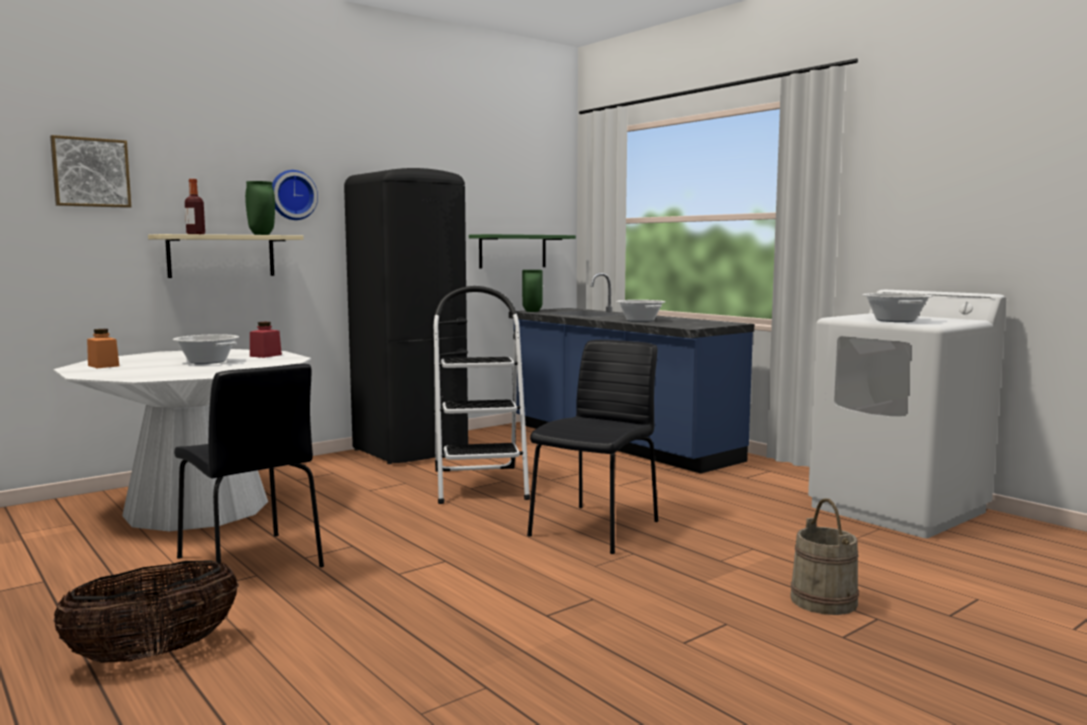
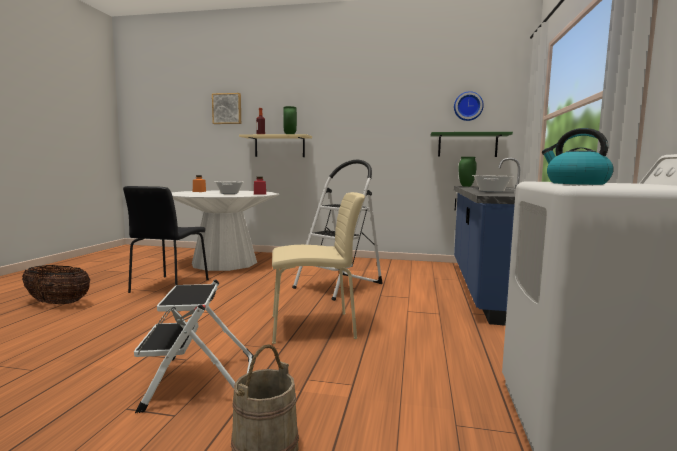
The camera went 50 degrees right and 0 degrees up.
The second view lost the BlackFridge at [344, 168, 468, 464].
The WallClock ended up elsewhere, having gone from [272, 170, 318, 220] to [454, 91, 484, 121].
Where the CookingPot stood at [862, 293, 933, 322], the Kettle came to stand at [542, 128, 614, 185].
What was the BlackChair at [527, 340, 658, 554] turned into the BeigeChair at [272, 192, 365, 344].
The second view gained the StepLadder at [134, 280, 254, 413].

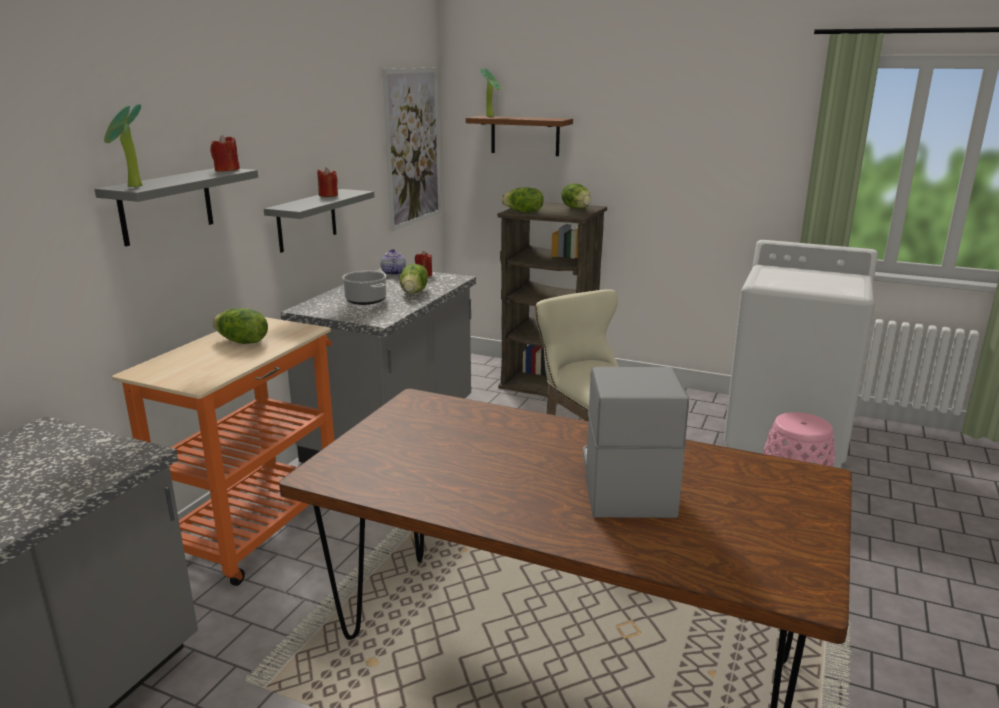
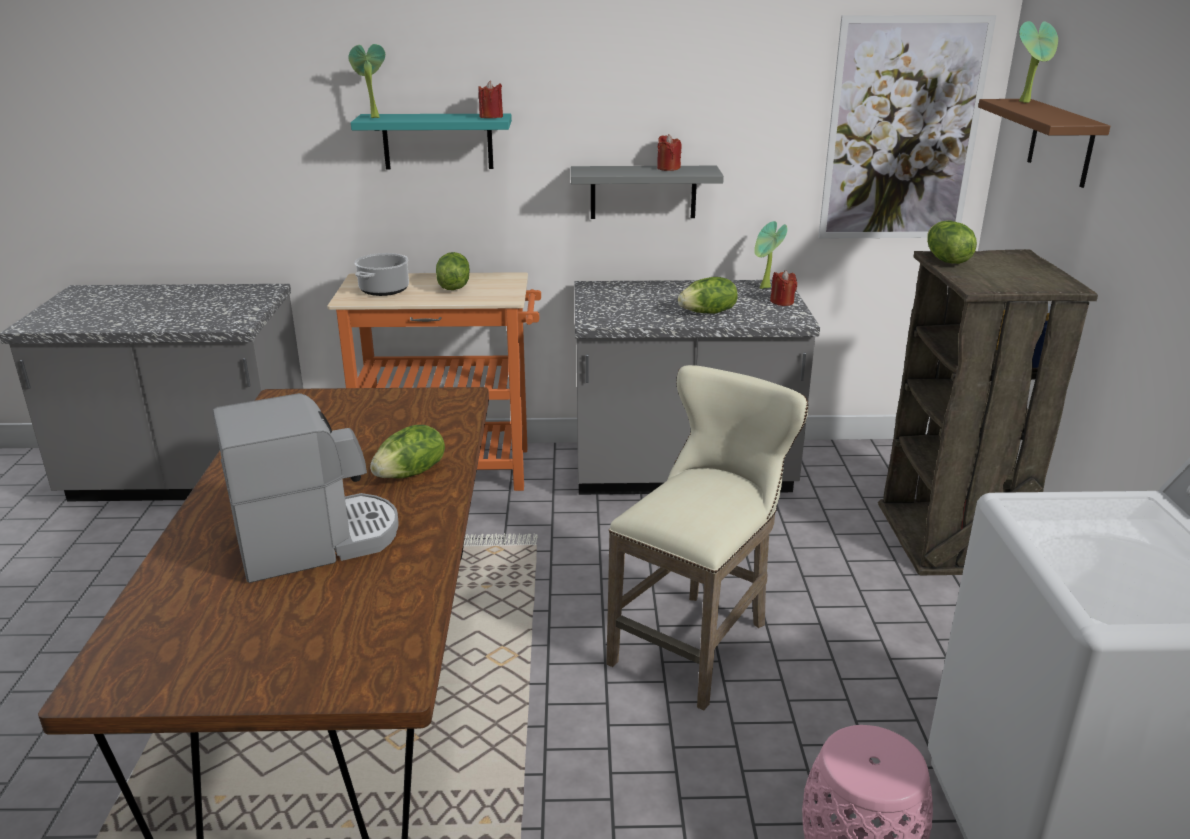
The camera went 65 degrees right and 5 degrees up.
What was the GreyShelf at [94, 168, 258, 246] turned into the TurquoiseShelf at [351, 114, 512, 169].
The Lettuce ended up elsewhere, having gone from [562, 183, 591, 209] to [370, 425, 445, 478].
Where the Teapot stood at [381, 249, 406, 275], the PottedPlant came to stand at [754, 221, 787, 289].
The CookingPot ended up elsewhere, having gone from [342, 271, 386, 305] to [354, 253, 409, 296].

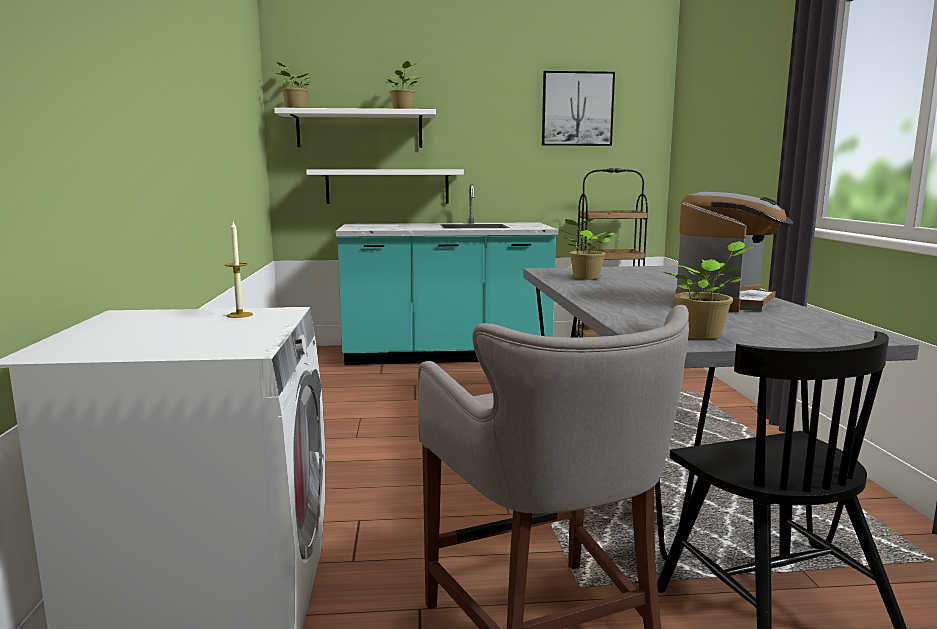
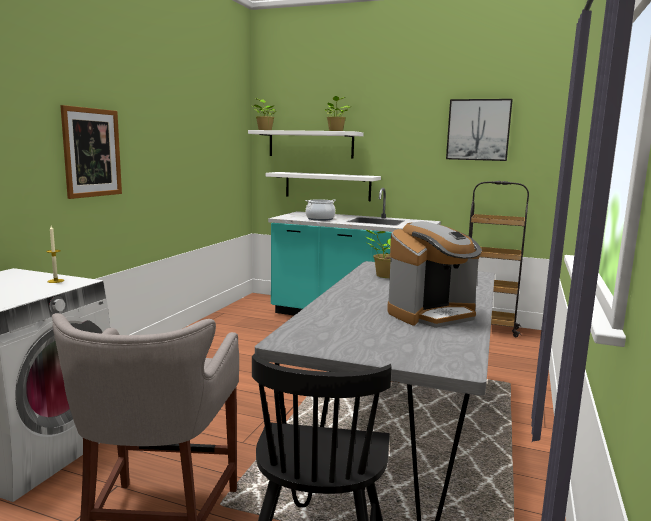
The camera went 25 degrees right and 0 degrees up.
The second view lost the PottedPlant at [663, 241, 756, 339].
The second view gained the Picture at [60, 105, 122, 199].
The second view gained the CookingPot at [305, 199, 336, 221].

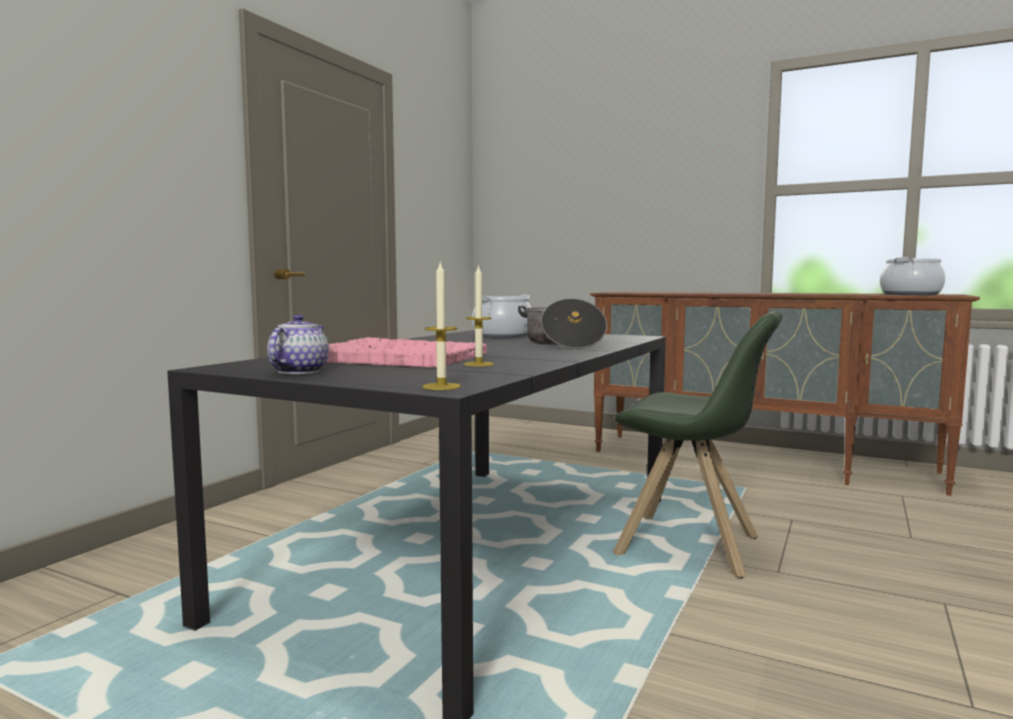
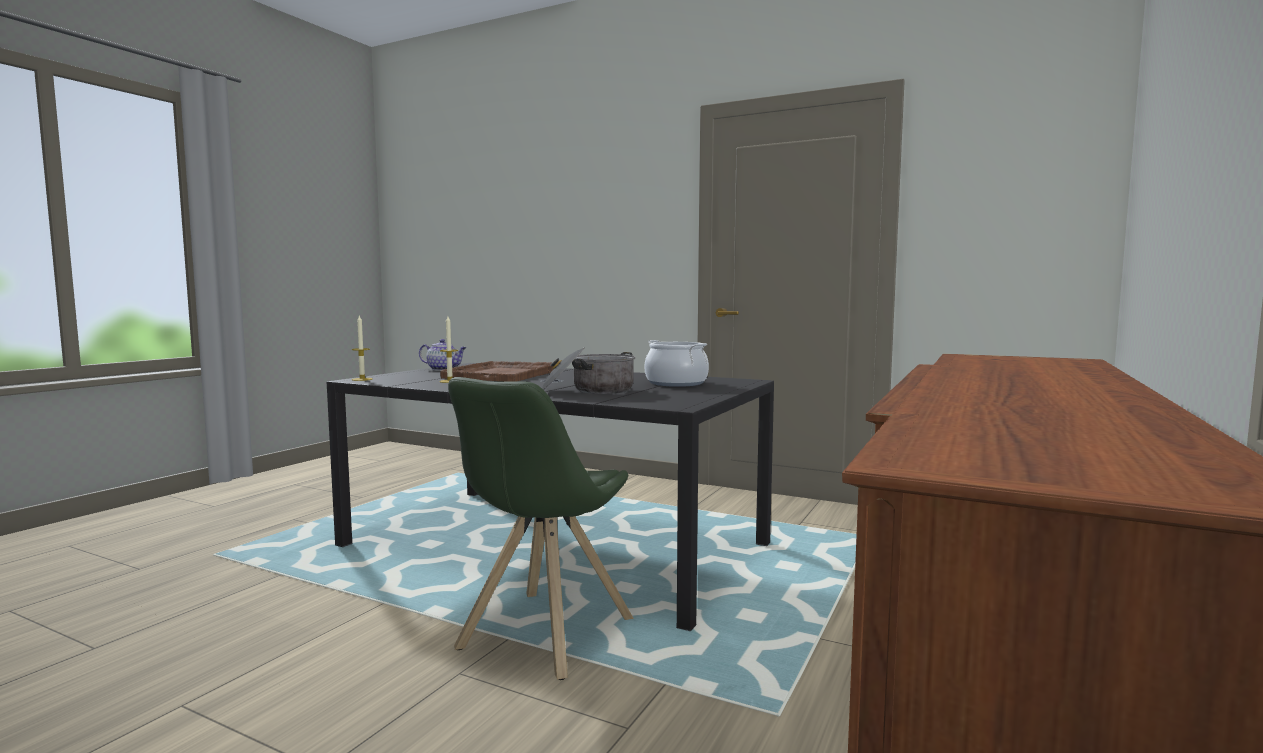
The camera went 90 degrees right and 0 degrees up.
The second view lost the CookingPot at [880, 257, 945, 295].
What was the PinkTray at [326, 337, 487, 367] turned into the BrownTray at [440, 361, 553, 381].

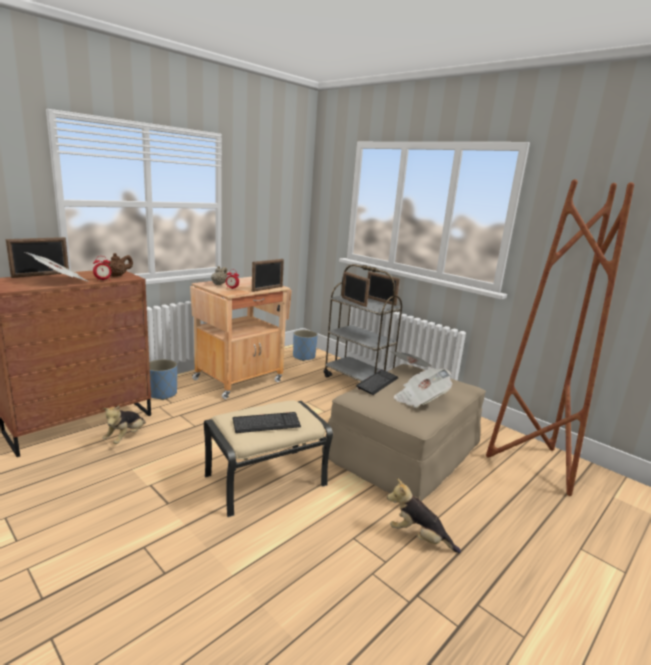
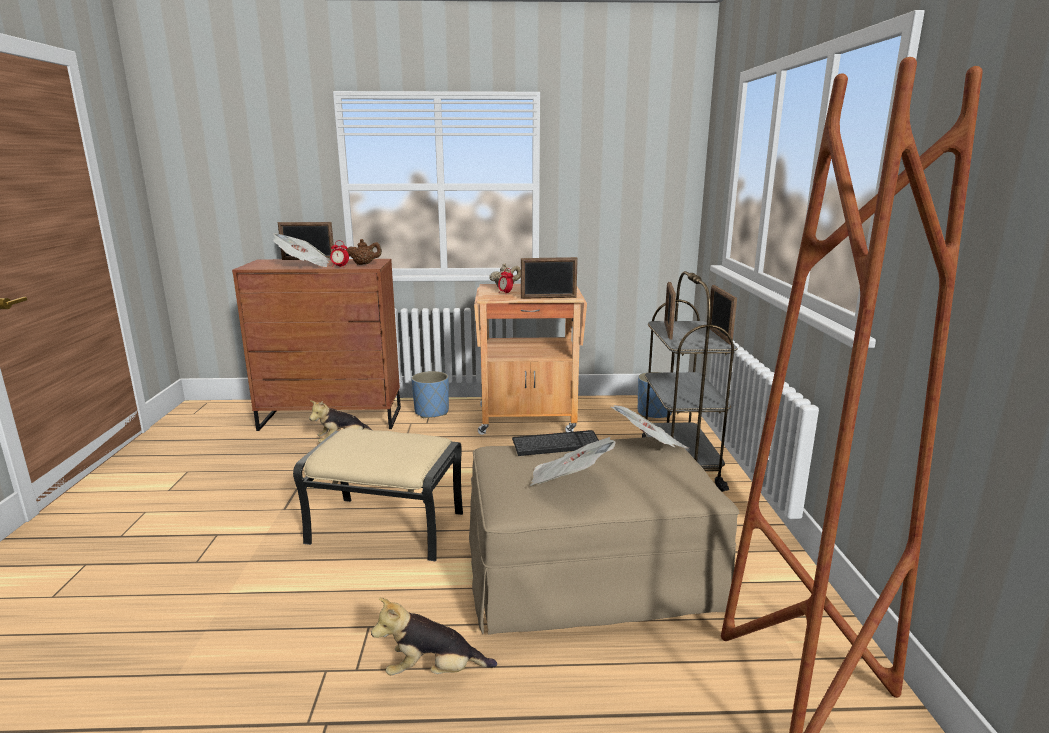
The camera went 45 degrees right and 0 degrees up.
The second view lost the Keyboard at [233, 412, 301, 433].
The PlushToy at [387, 478, 461, 553] ended up facing another way, 75 degrees counterclockwise from before.

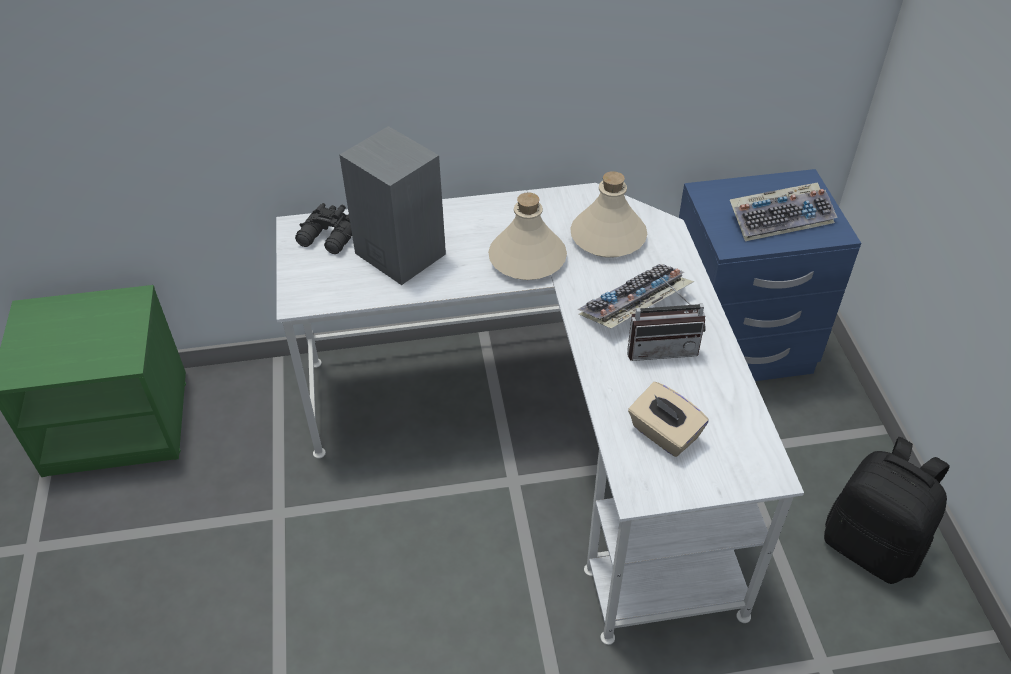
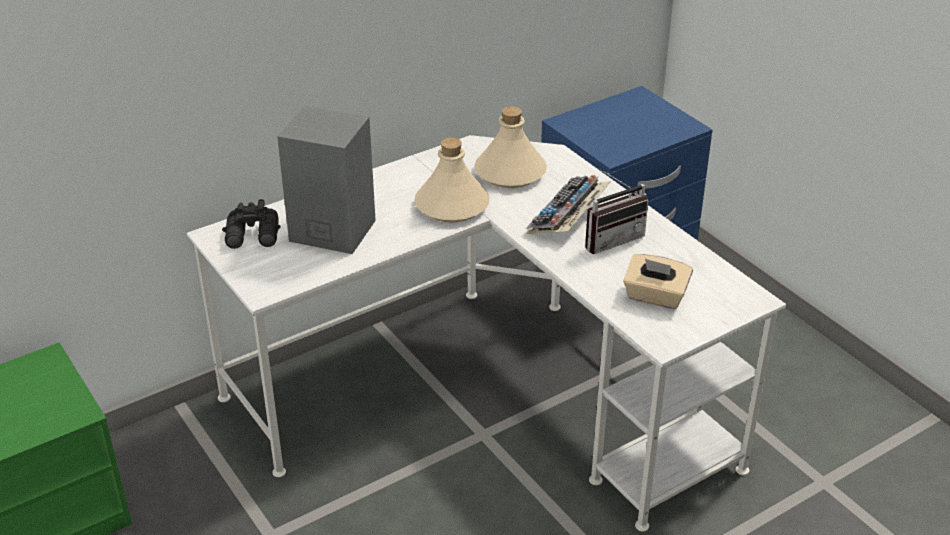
The camera went 25 degrees left and 10 degrees down.
The second view lost the Keyboard at [730, 183, 838, 241].
The second view lost the BlackBackpack at [824, 437, 950, 584].

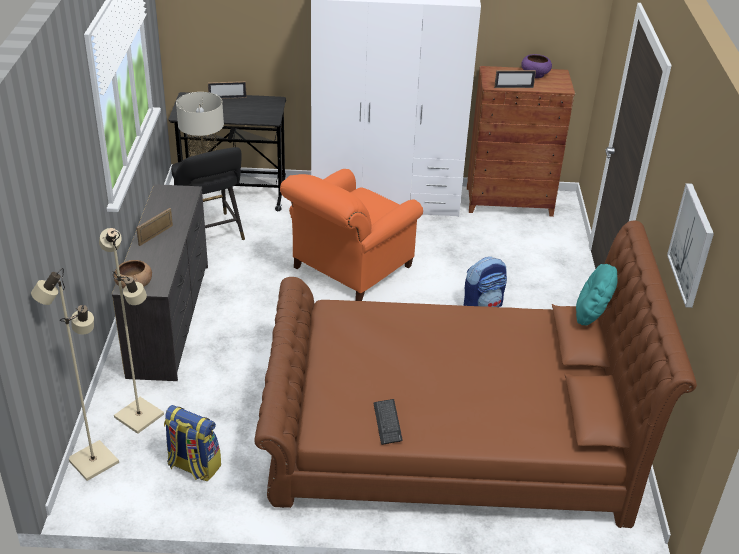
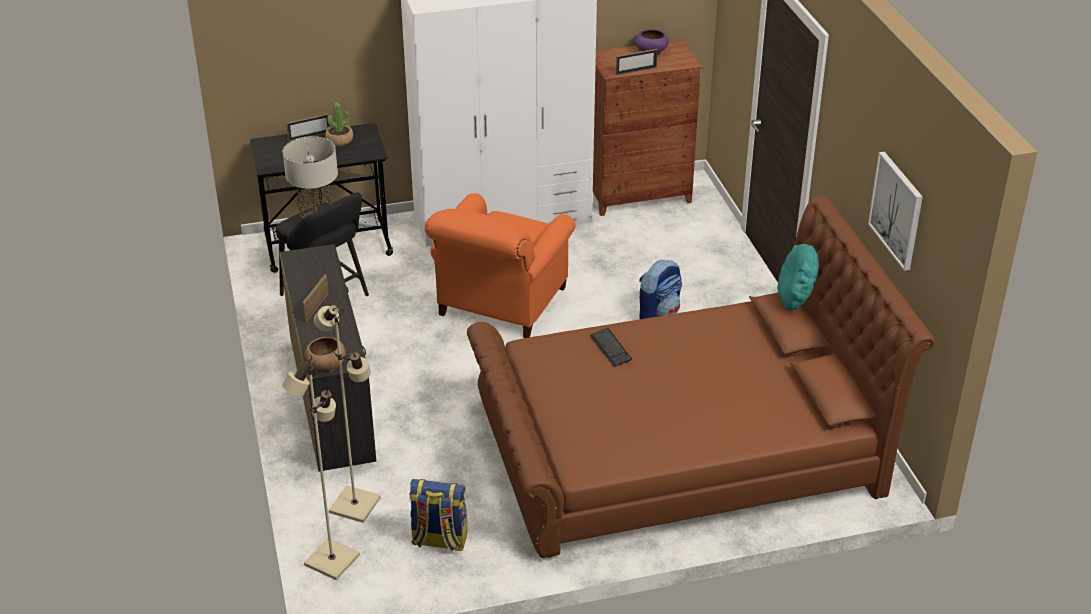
The camera went 15 degrees left and 0 degrees up.
The Keyboard ended up elsewhere, having gone from [374, 399, 403, 445] to [590, 328, 632, 367].
The second view gained the PottedPlant at [325, 102, 353, 146].

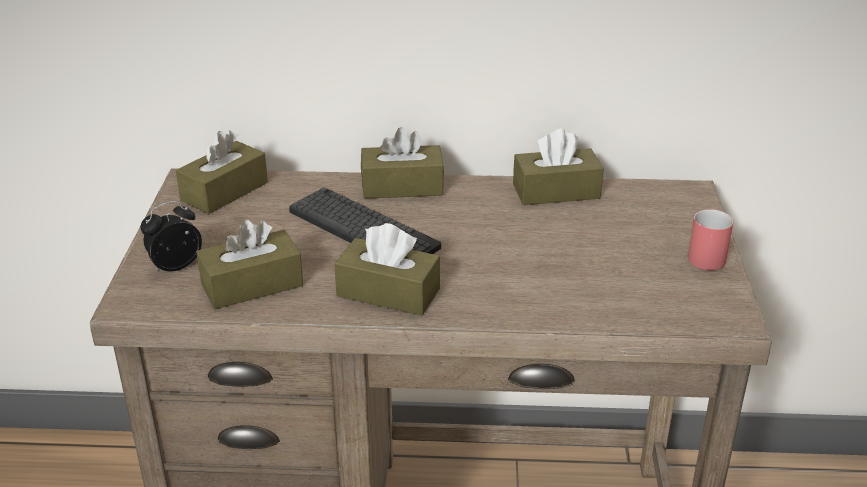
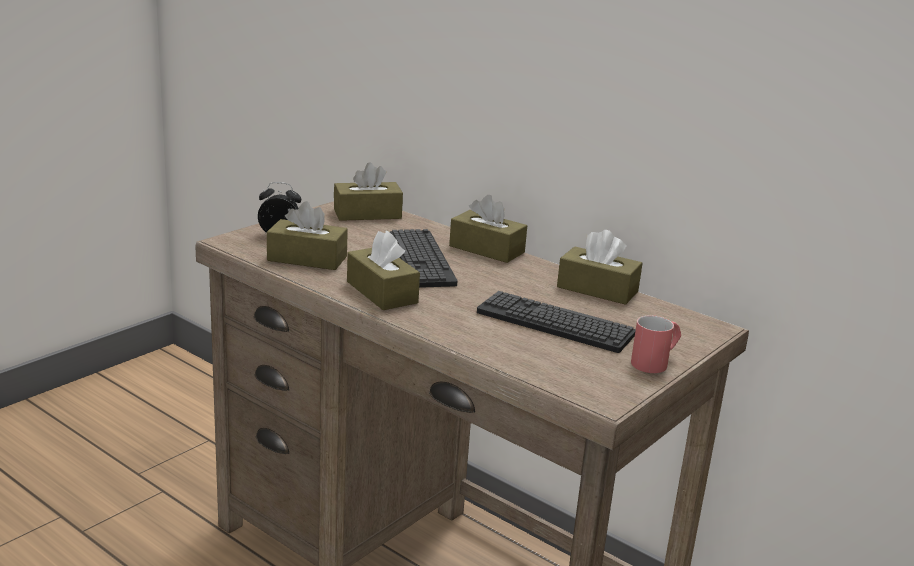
The camera went 35 degrees right and 10 degrees down.
The second view gained the Keyboard at [477, 291, 636, 353].

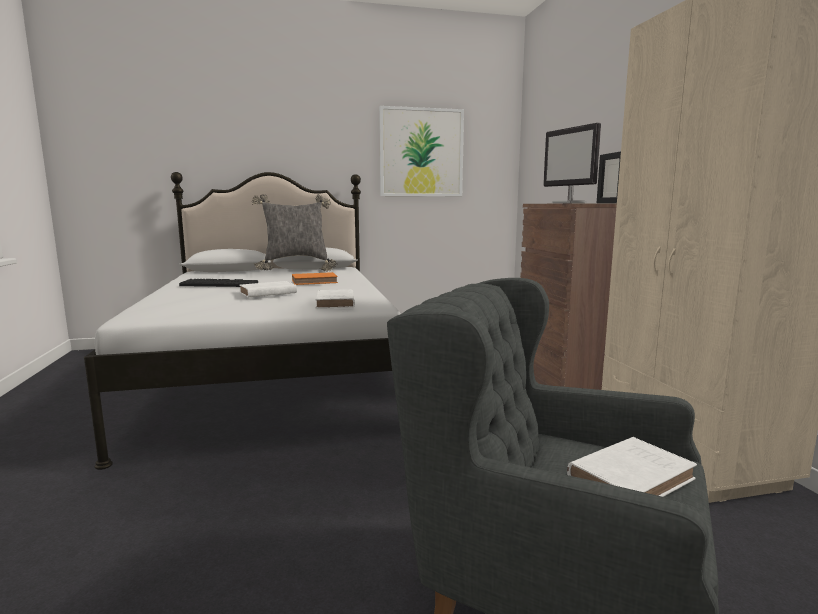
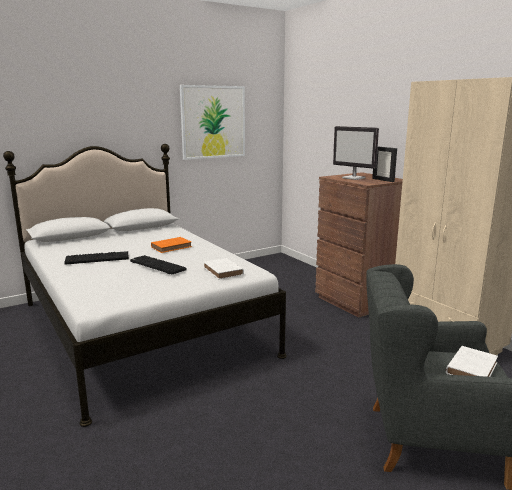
The camera went 20 degrees left and 5 degrees up.
The second view lost the Pillow at [252, 194, 337, 272].
Where the WhiteBook stood at [239, 281, 297, 297], the Keyboard came to stand at [130, 255, 187, 274].

